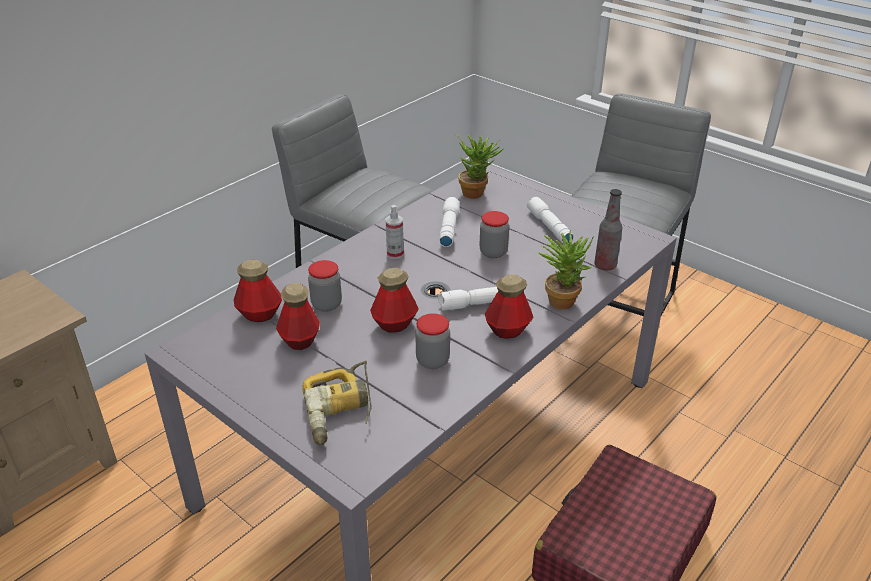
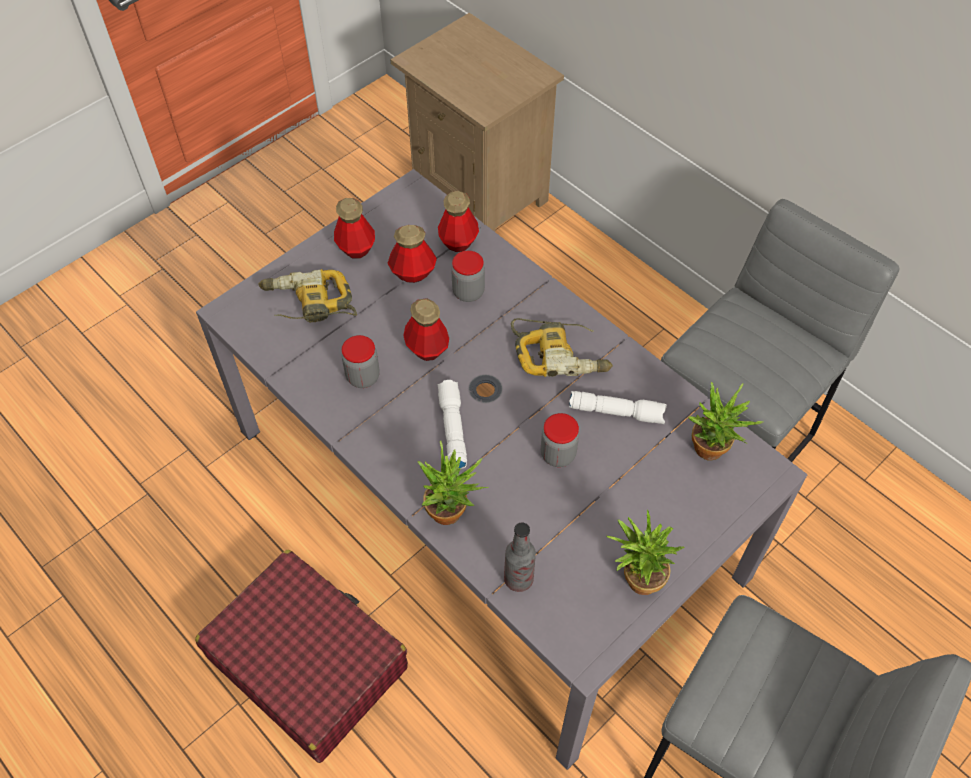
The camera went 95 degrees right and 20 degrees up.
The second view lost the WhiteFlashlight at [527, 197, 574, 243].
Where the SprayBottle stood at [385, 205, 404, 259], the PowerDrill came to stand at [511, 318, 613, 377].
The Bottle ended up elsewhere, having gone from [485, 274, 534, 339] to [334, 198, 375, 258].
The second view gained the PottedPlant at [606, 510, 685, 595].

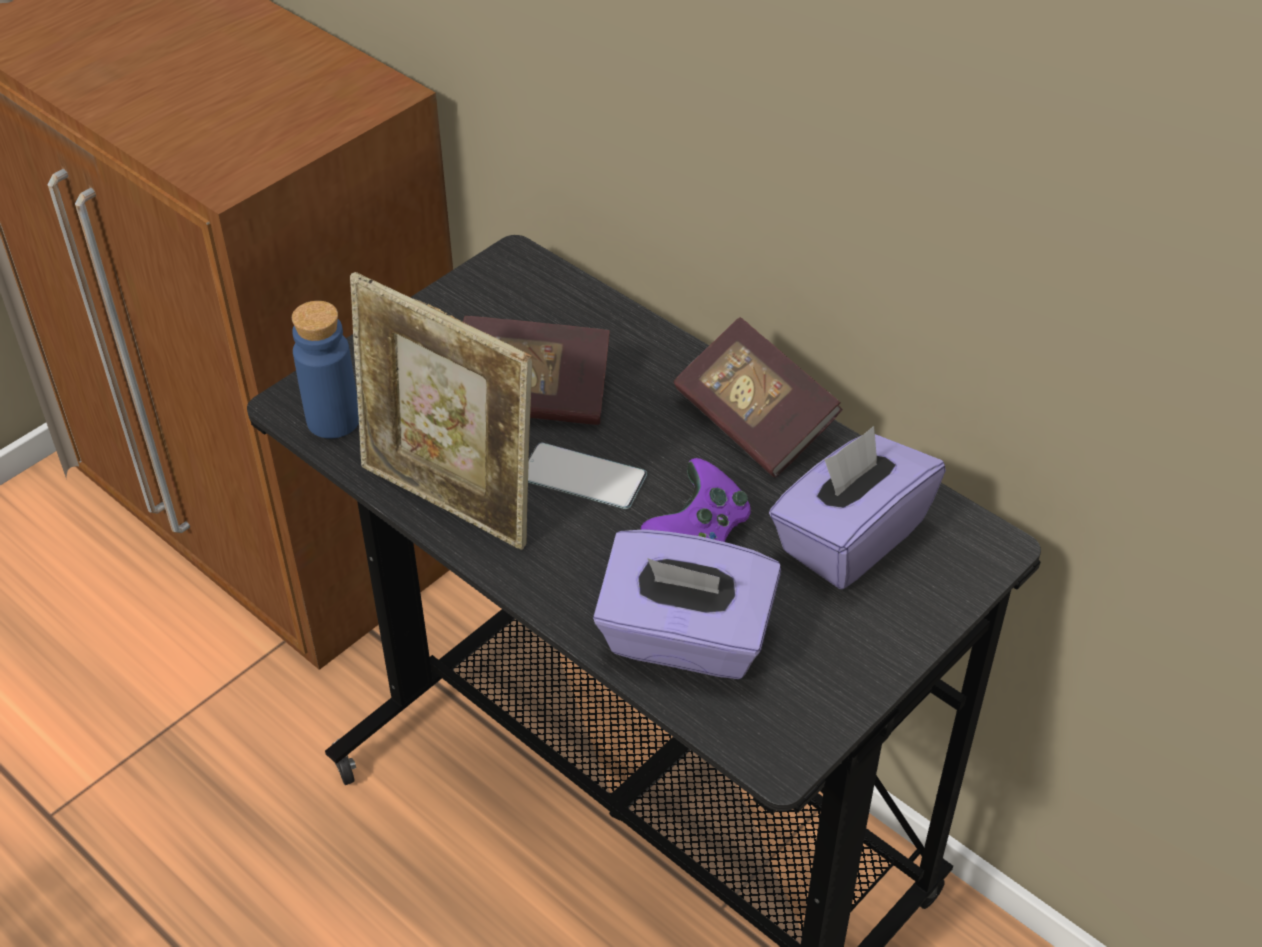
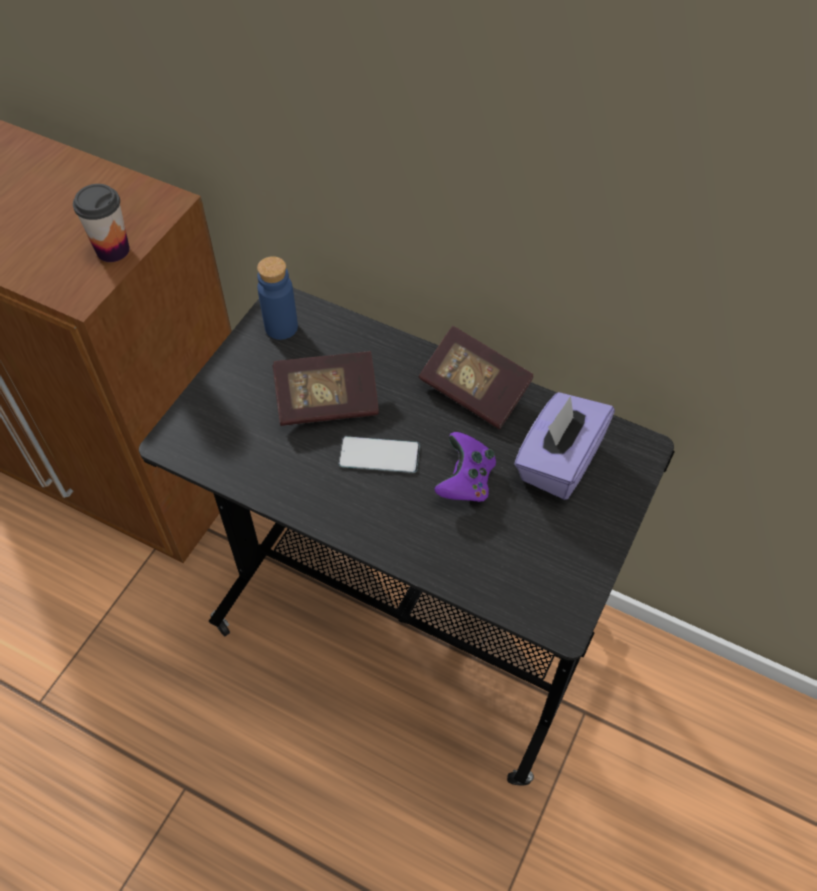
The camera went 15 degrees left and 10 degrees up.
The second view lost the PictureFrame at [350, 272, 532, 550].
The BlueBottle ended up elsewhere, having gone from [292, 301, 359, 438] to [257, 256, 298, 340].
The second view lost the PurpleTissueBox at [593, 529, 781, 679].
The second view gained the Cup at [73, 184, 130, 262].

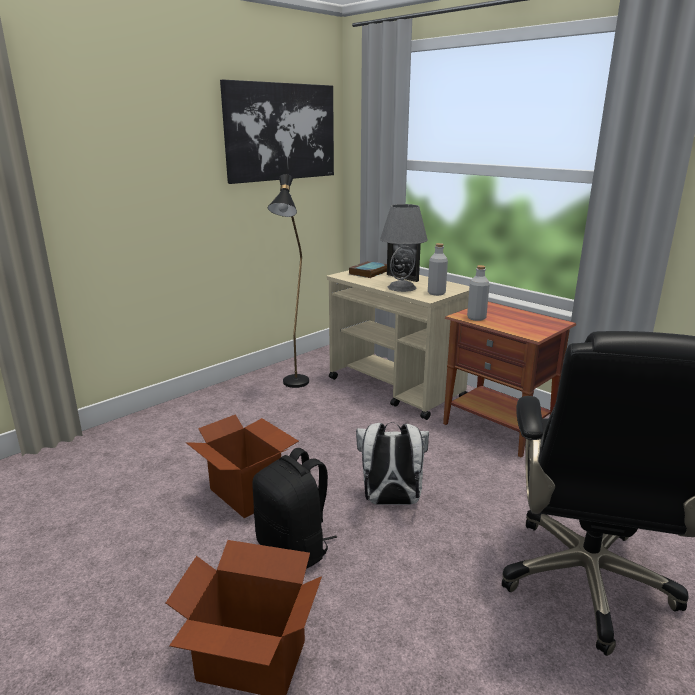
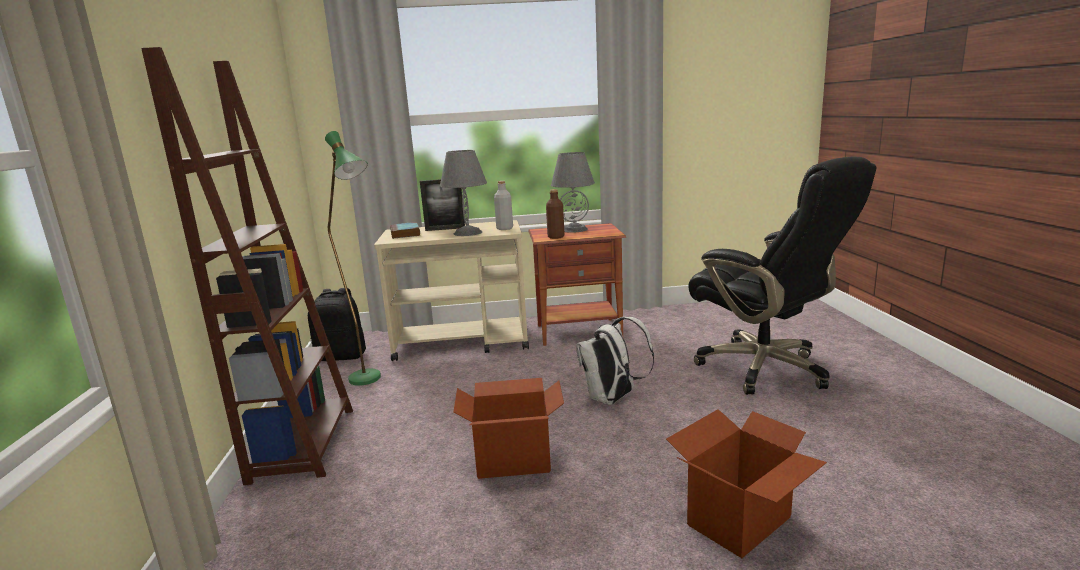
The camera went 50 degrees left and 5 degrees down.
The second view lost the Picture at [220, 79, 334, 184].
What was the BlackFloorLamp at [268, 174, 309, 388] turned into the GreenFloorLamp at [325, 131, 381, 386].
What was the GreyBottle at [467, 265, 490, 321] turned into the BrownBottle at [546, 189, 565, 239].
The BlackBackpack ended up elsewhere, having gone from [252, 448, 337, 569] to [308, 288, 366, 361].
The second view gained the BrownBookcase at [141, 47, 353, 485].
The second view gained the GreyTableLamp at [551, 152, 595, 233].

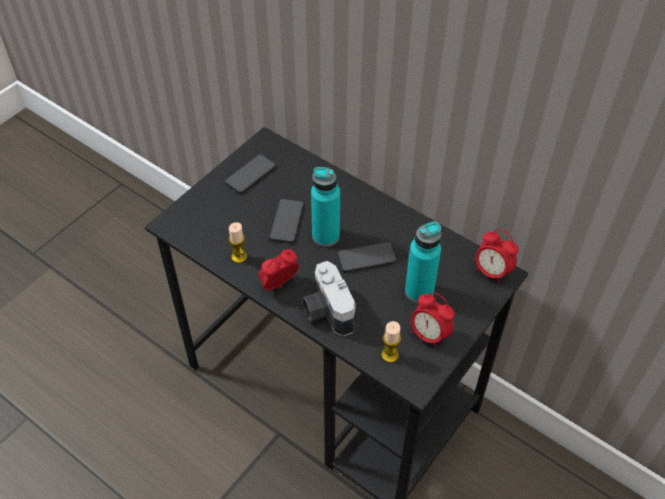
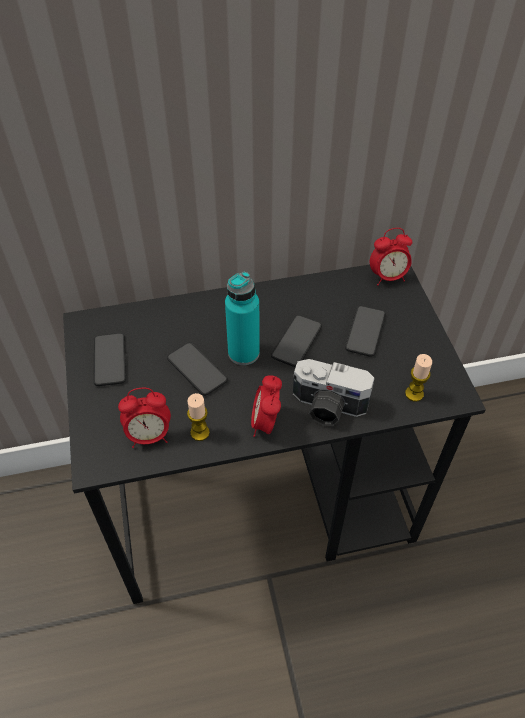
The camera went 50 degrees left and 0 degrees up.
Where the TurquoiseBottle stood at [405, 222, 442, 303], the Phone came to stand at [345, 306, 386, 357].
The AlarmClock ended up elsewhere, having gone from [411, 292, 455, 350] to [118, 388, 171, 448].

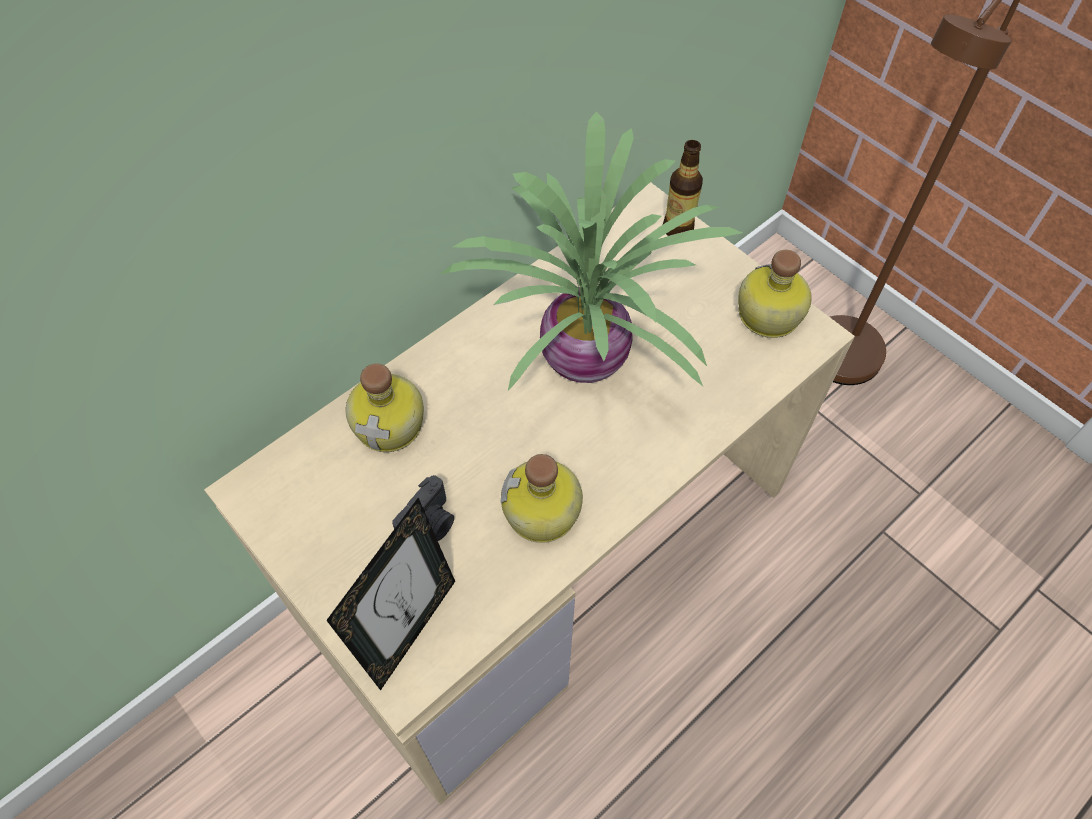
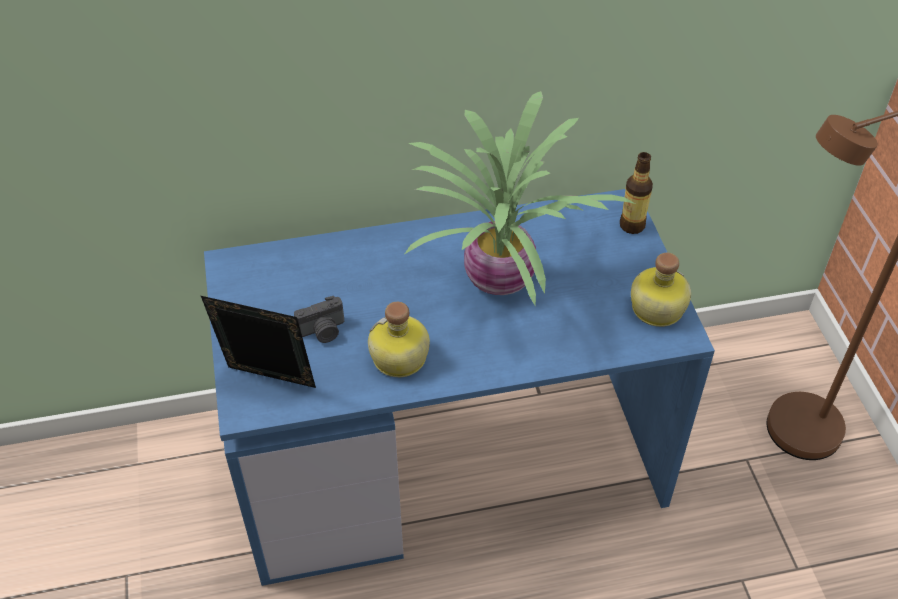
The camera went 30 degrees right and 10 degrees down.
What was the BeigeDesk at [204, 182, 855, 805] turned into the BlueDesk at [204, 189, 715, 586].
The second view lost the Bottle at [346, 363, 424, 452].
The PictureFrame at [326, 498, 455, 690] ended up facing another way, 135 degrees counterclockwise from before.

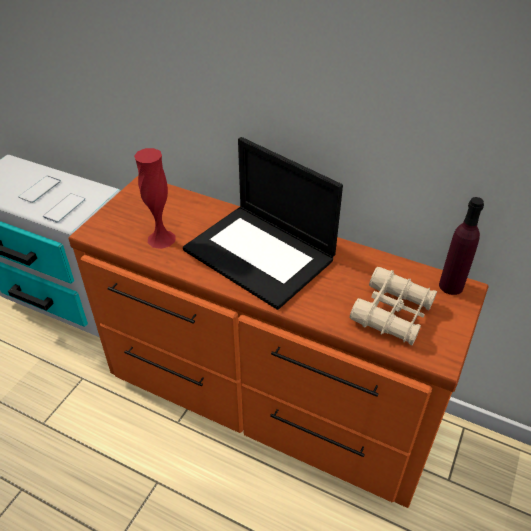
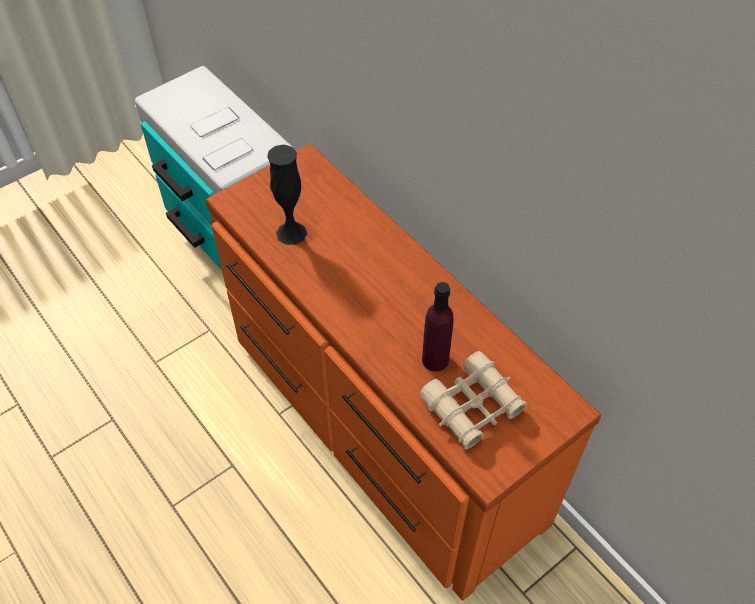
The camera went 25 degrees right and 10 degrees up.
The second view lost the Laptop at [183, 137, 343, 310].
What was the RedVase at [134, 148, 175, 249] turned into the BlackVase at [267, 145, 307, 245].
The PurpleBottle ended up elsewhere, having gone from [439, 197, 484, 295] to [422, 282, 454, 372].

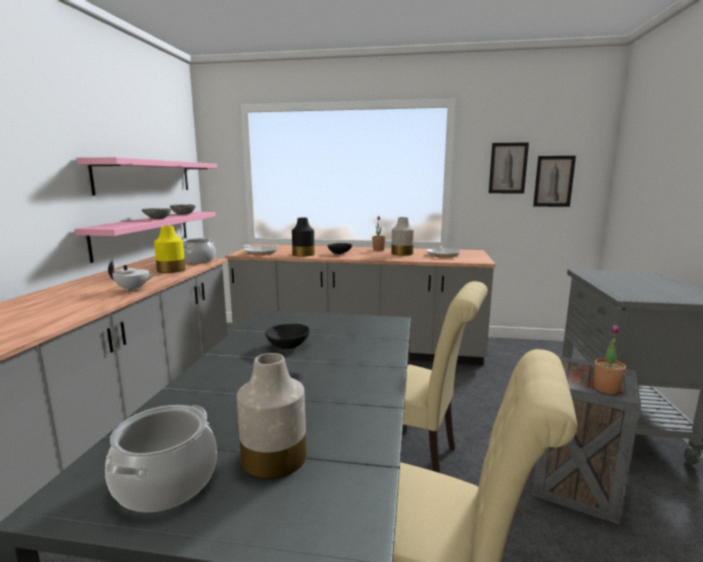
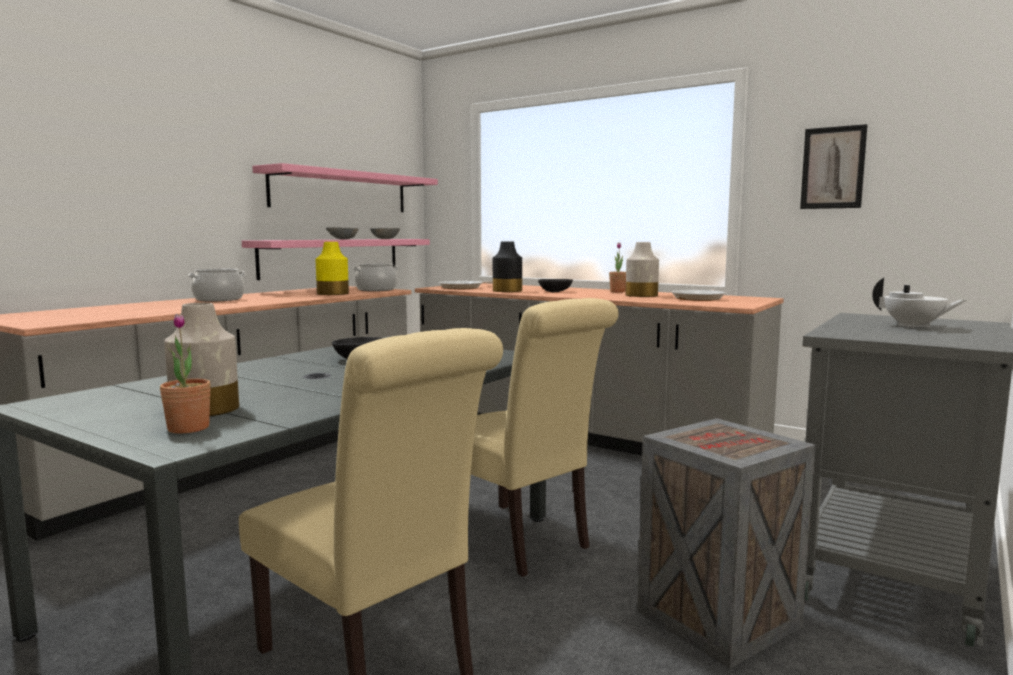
The camera went 25 degrees right and 5 degrees down.
The second view lost the Picture at [533, 156, 576, 207].
The WhiteTeapot ended up elsewhere, having gone from [108, 261, 156, 292] to [872, 278, 967, 328].
The PottedPlant ended up elsewhere, having gone from [594, 325, 626, 394] to [160, 314, 211, 433].
The CookingPot ended up elsewhere, having gone from [105, 405, 217, 513] to [188, 269, 245, 302].

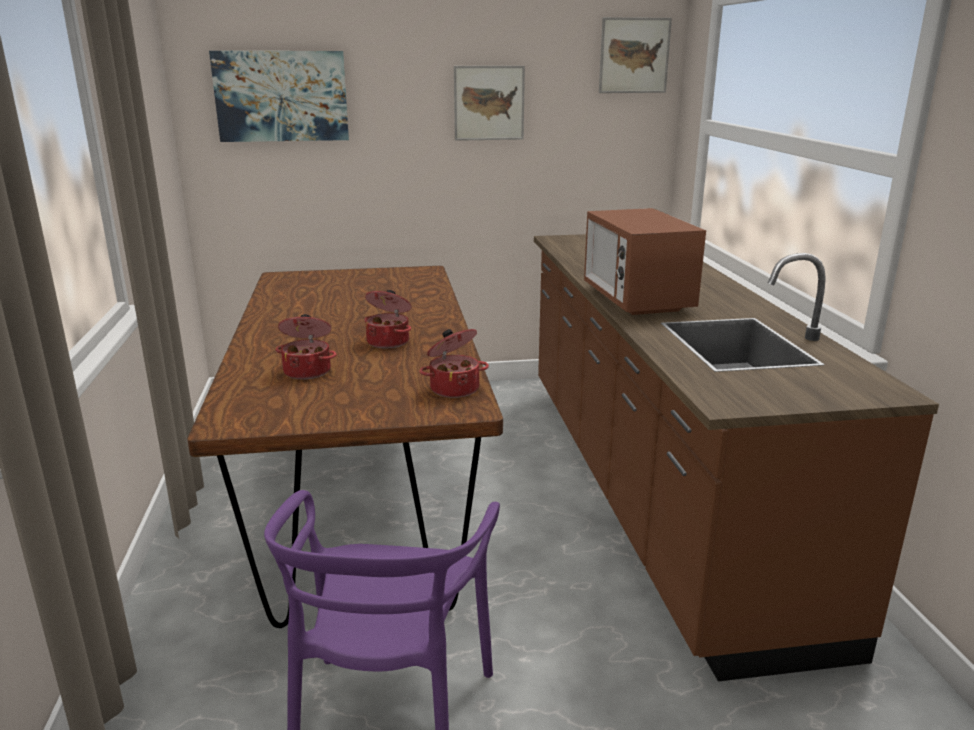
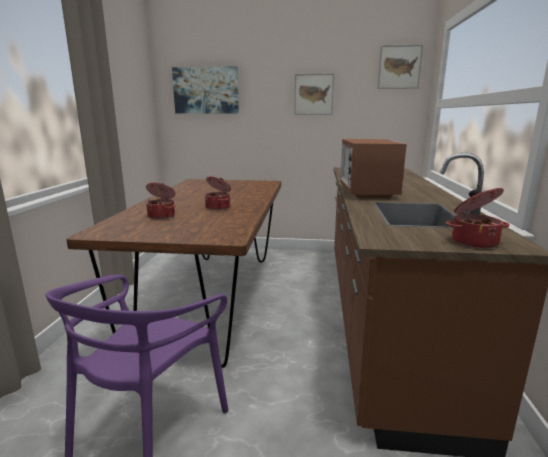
The camera went 15 degrees right and 5 degrees down.
The CookingPot ended up elsewhere, having gone from [419, 329, 489, 398] to [446, 188, 510, 249].

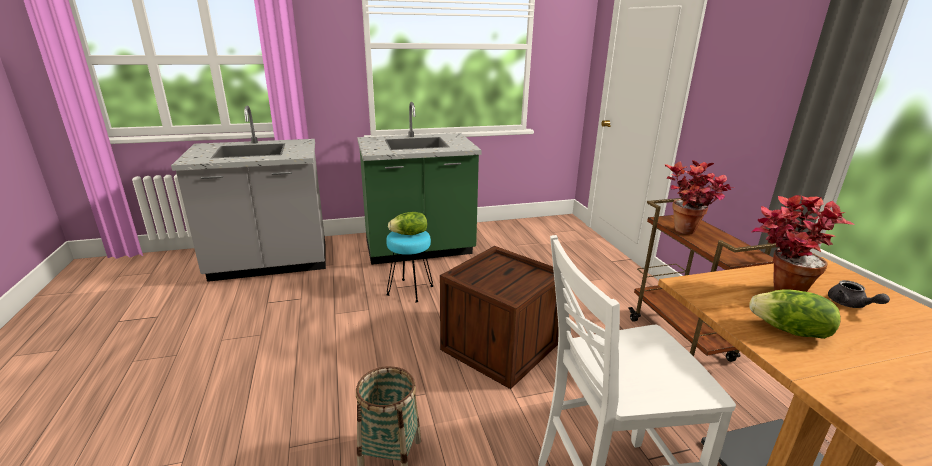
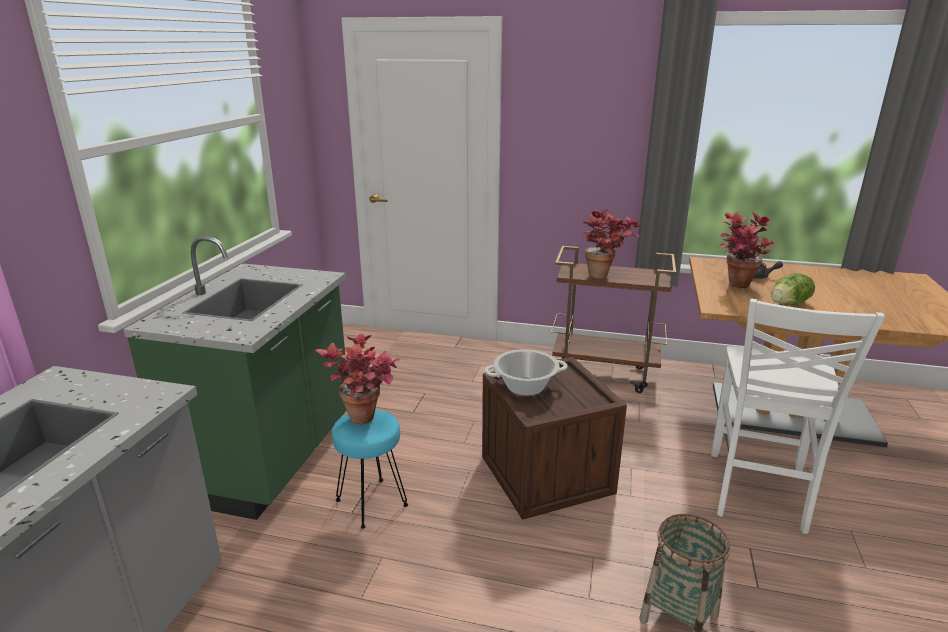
The camera went 60 degrees left and 0 degrees up.
Where the Lettuce stood at [388, 212, 427, 235], the PottedPlant came to stand at [315, 333, 401, 424].
The second view gained the CookingPot at [484, 349, 568, 396].

